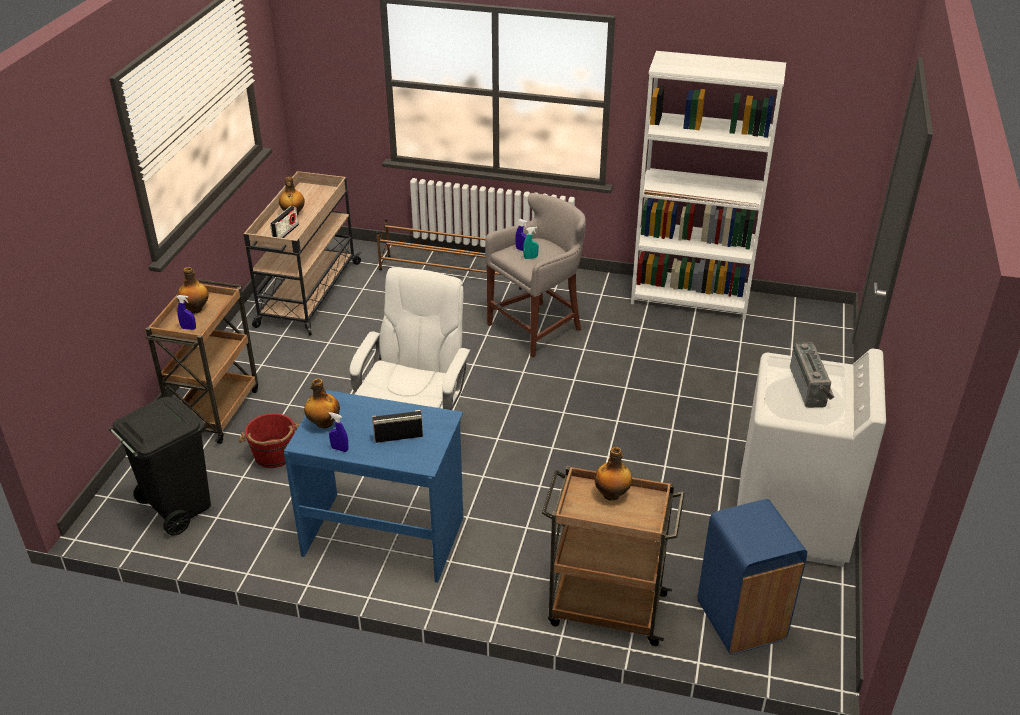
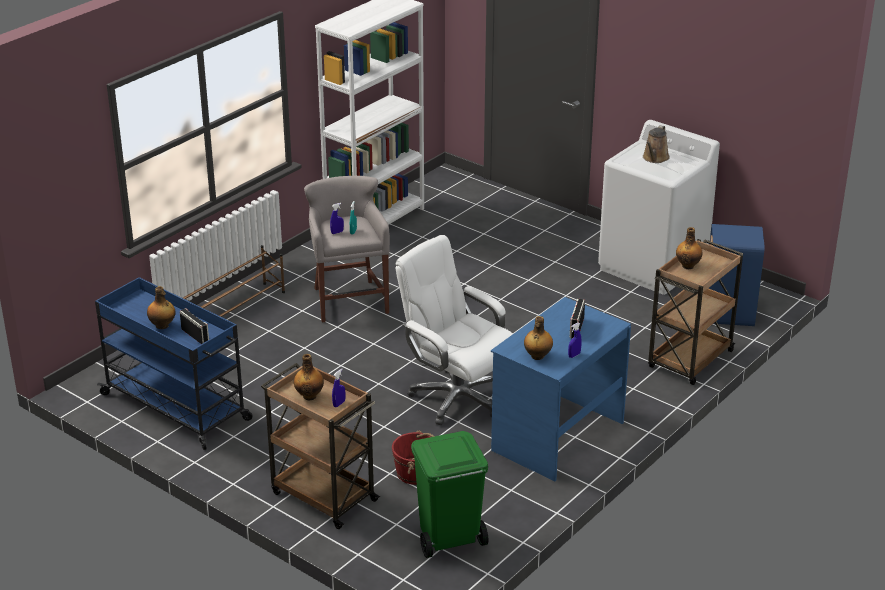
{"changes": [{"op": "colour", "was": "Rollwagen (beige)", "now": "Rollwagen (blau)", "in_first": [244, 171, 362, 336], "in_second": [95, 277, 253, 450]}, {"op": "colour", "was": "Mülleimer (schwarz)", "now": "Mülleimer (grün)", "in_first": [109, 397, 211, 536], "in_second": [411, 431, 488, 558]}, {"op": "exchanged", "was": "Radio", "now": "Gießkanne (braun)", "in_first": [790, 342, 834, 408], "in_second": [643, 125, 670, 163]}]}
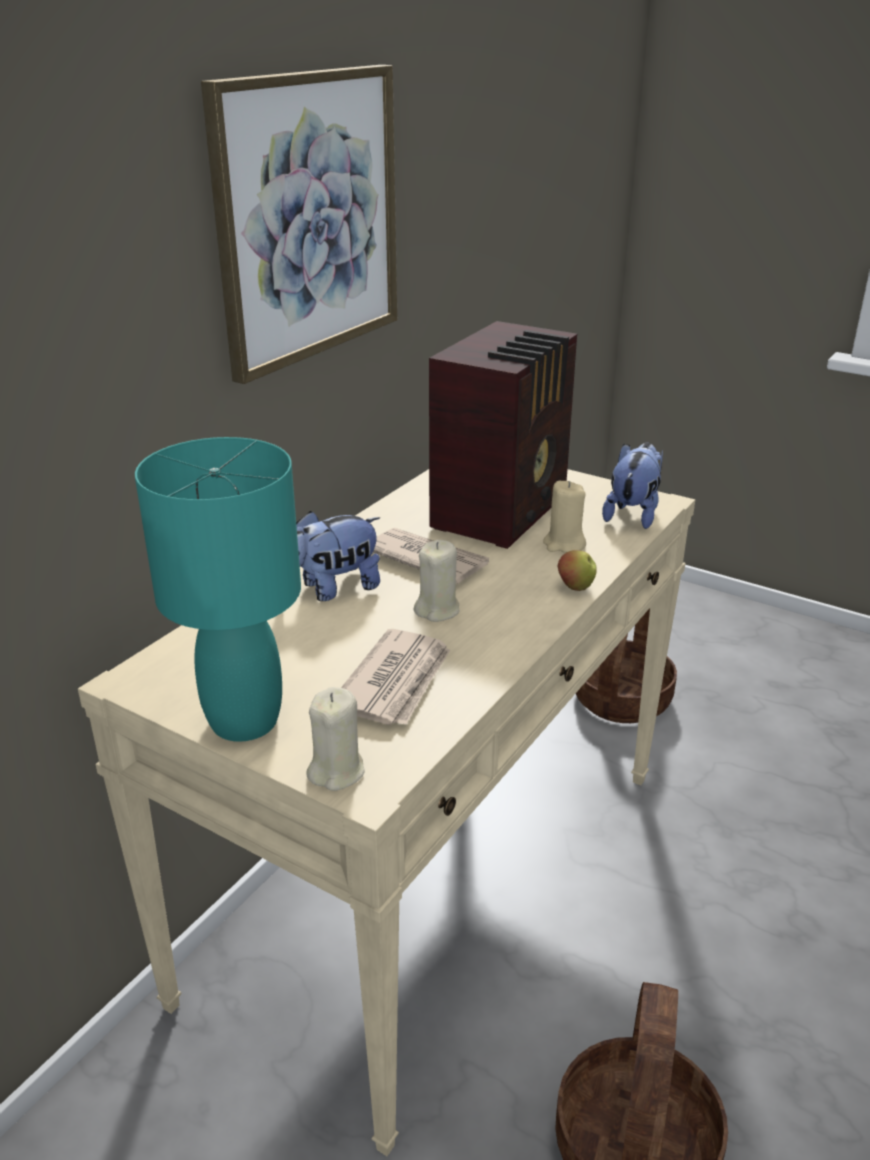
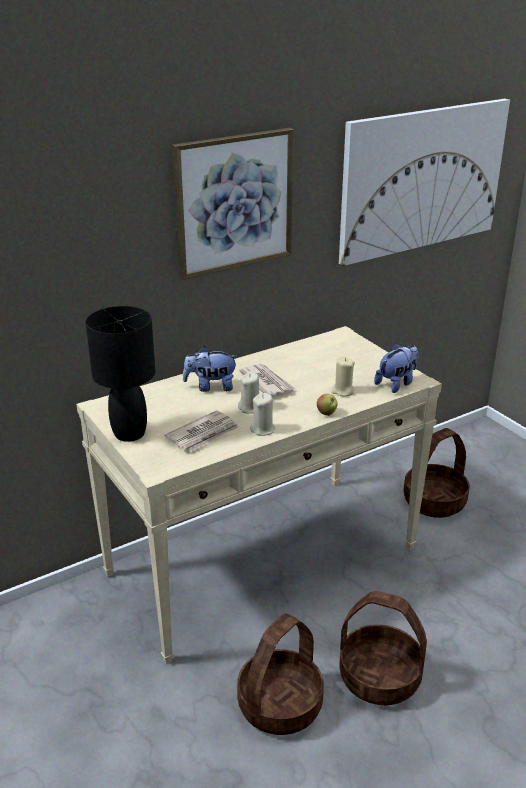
{"changes": [{"op": "colour", "was": "Tischlampe (türkis)", "now": "Tischlampe (schwarz)", "in_first": [135, 437, 301, 742], "in_second": [85, 306, 156, 442]}, {"op": "relocated", "was": "Kerze (beige)", "in_first": [306, 687, 365, 791], "in_second": [250, 393, 276, 436]}, {"op": "appeared", "now": "Bild", "in_second": [339, 99, 510, 266]}, {"op": "appeared", "now": "Korb", "in_second": [340, 591, 427, 705]}, {"op": "missing", "was": "Radio", "in_first": [429, 321, 577, 549]}]}
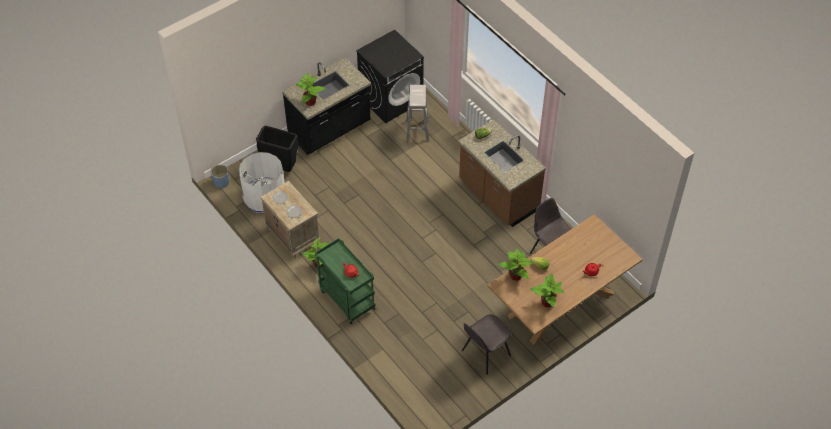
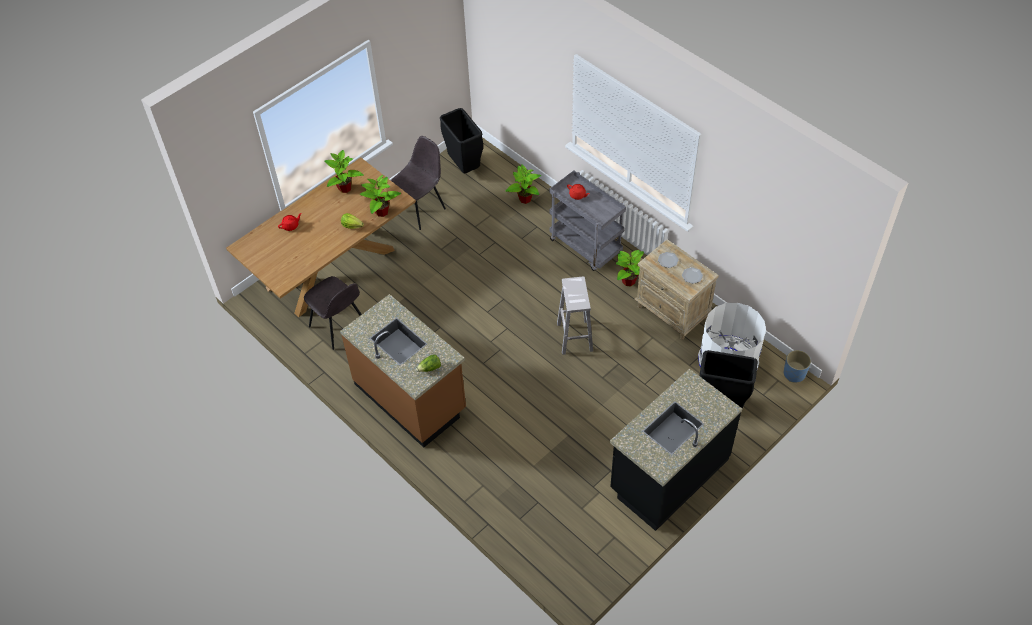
{"changes": [{"op": "appeared", "now": "Mülleimer (schwarz)", "in_second": [440, 108, 483, 173]}, {"op": "relocated", "was": "Topfpflanze", "in_first": [295, 73, 326, 106], "in_second": [506, 164, 541, 204]}, {"op": "colour", "was": "Rollwagen (grün)", "now": "Rollwagen (grau)", "in_first": [315, 238, 375, 324], "in_second": [549, 171, 626, 271]}, {"op": "relocated", "was": "Hocker (weiß)", "in_first": [406, 85, 429, 141], "in_second": [557, 276, 593, 355]}, {"op": "missing", "was": "Waschmaschine (schwarz)", "in_first": [356, 30, 424, 123]}]}
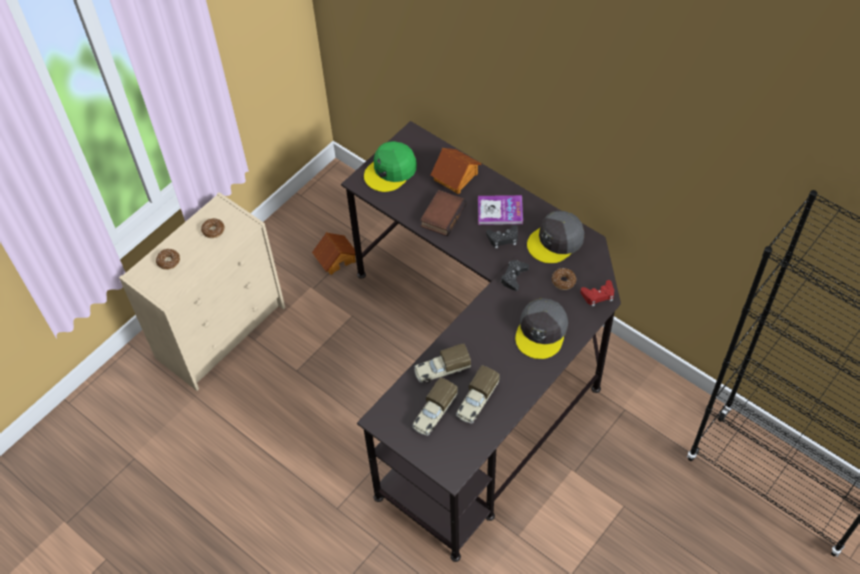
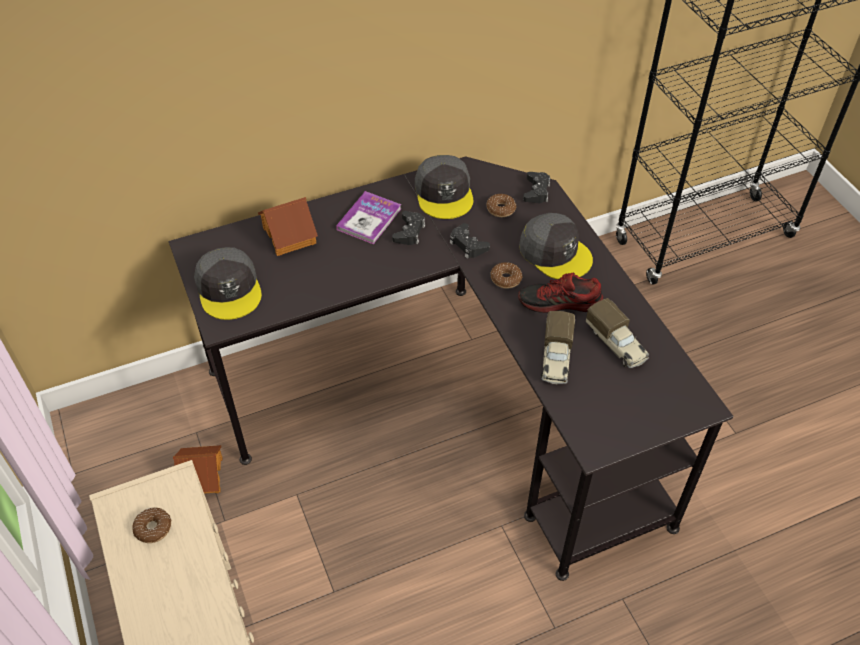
{"changes": [{"op": "colour", "was": "Kappe (grün)", "now": "Kappe (grau)", "in_first": [364, 141, 417, 192], "in_second": [194, 247, 262, 320]}, {"op": "relocated", "was": "Donut", "in_first": [156, 249, 180, 270], "in_second": [490, 262, 523, 289]}, {"op": "appeared", "now": "Schuh", "in_second": [518, 273, 603, 313]}, {"op": "colour", "was": "Gamepad (rot)", "now": "Gamepad (schwarz)", "in_first": [580, 280, 614, 307], "in_second": [523, 172, 550, 203]}, {"op": "missing", "was": "Spielzeuglaster", "in_first": [412, 377, 458, 436]}, {"op": "missing", "was": "Buch", "in_first": [420, 190, 467, 236]}]}
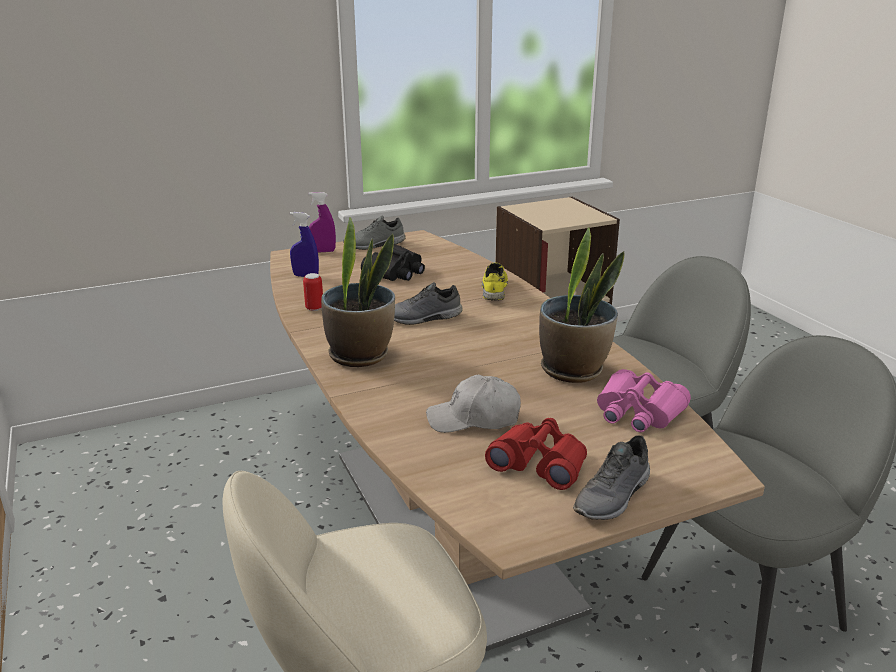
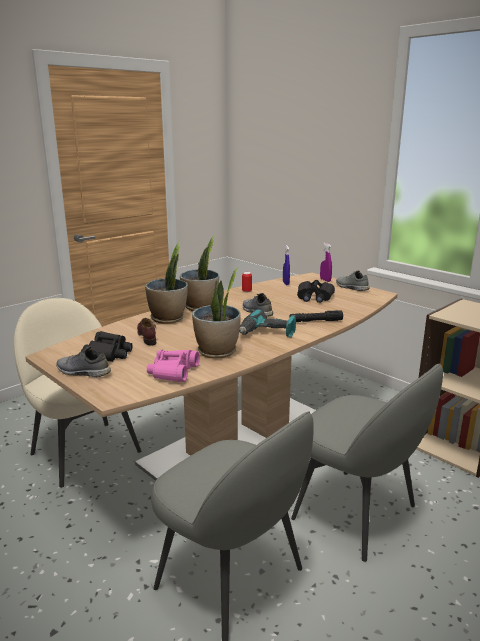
{"changes": [{"op": "colour", "was": "Fernglas (rot)", "now": "Fernglas (schwarz)", "in_first": [485, 418, 587, 490], "in_second": [82, 331, 133, 362]}, {"op": "exchanged", "was": "Kappe (weiß)", "now": "Schuh (braun)", "in_first": [426, 375, 521, 433], "in_second": [137, 318, 156, 346]}, {"op": "appeared", "now": "Topfpflanze", "in_second": [145, 242, 188, 324]}, {"op": "appeared", "now": "Bohrmaschine", "in_second": [239, 309, 296, 337]}, {"op": "exchanged", "was": "Schuh (gelb)", "now": "Taschenlampe (schwarz)", "in_first": [482, 263, 508, 301], "in_second": [289, 310, 343, 322]}]}
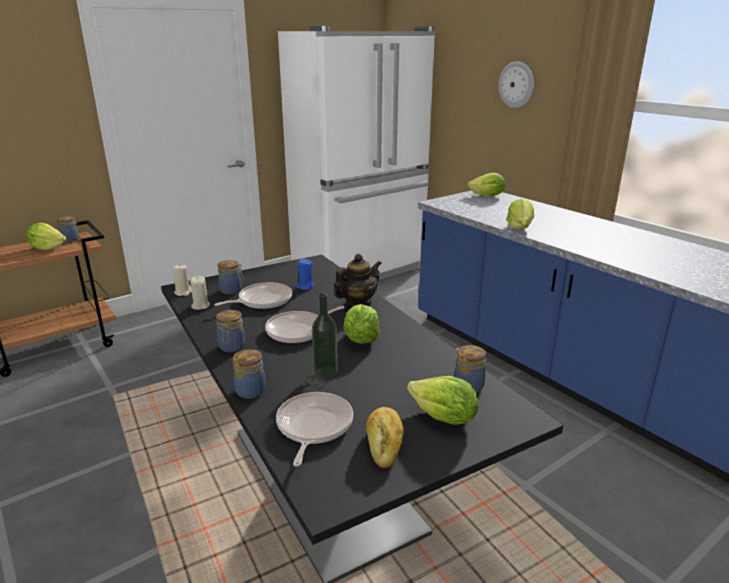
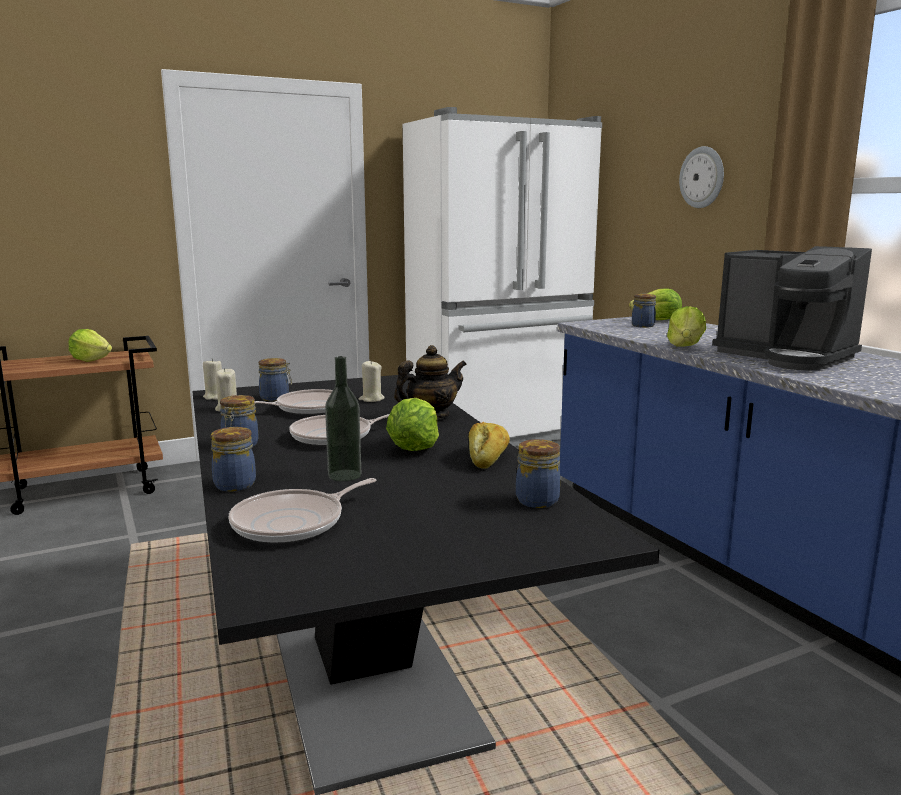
{"changes": [{"op": "spun", "was": "Pfanne", "in_first": [276, 392, 353, 467], "in_second": [229, 478, 377, 544], "clockwise": -150}, {"op": "colour", "was": "Kerze (blau)", "now": "Kerze (beige)", "in_first": [296, 259, 315, 290], "in_second": [359, 360, 385, 402]}, {"op": "relocated", "was": "Brot", "in_first": [366, 407, 404, 468], "in_second": [469, 422, 510, 468]}, {"op": "relocated", "was": "Vorratsglas", "in_first": [57, 216, 79, 242], "in_second": [632, 294, 656, 328]}, {"op": "appeared", "now": "Kaffeemaschine", "in_second": [712, 246, 872, 370]}, {"op": "missing", "was": "Salatkopf", "in_first": [407, 376, 478, 425]}]}
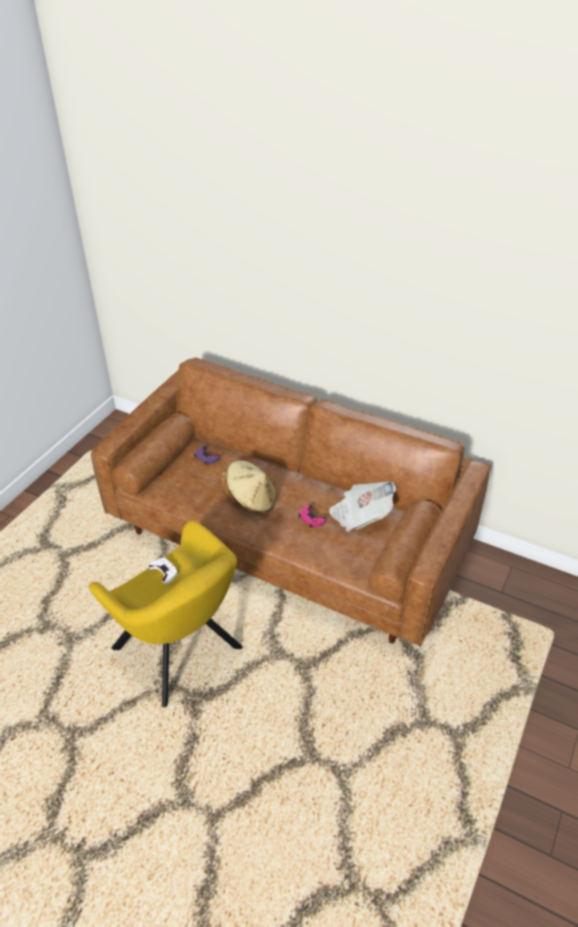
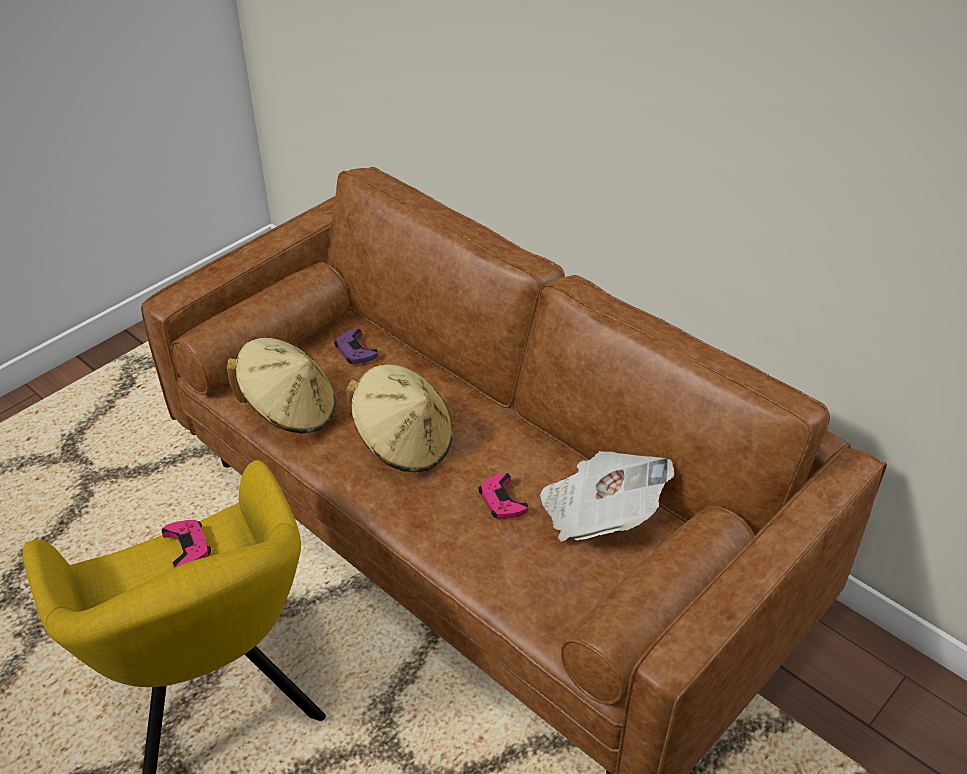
{"changes": [{"op": "colour", "was": "Gamepad (weiß)", "now": "Gamepad (rosa)", "in_first": [149, 558, 179, 584], "in_second": [162, 520, 211, 568]}, {"op": "appeared", "now": "Hut (beige)", "in_second": [227, 338, 336, 434]}]}
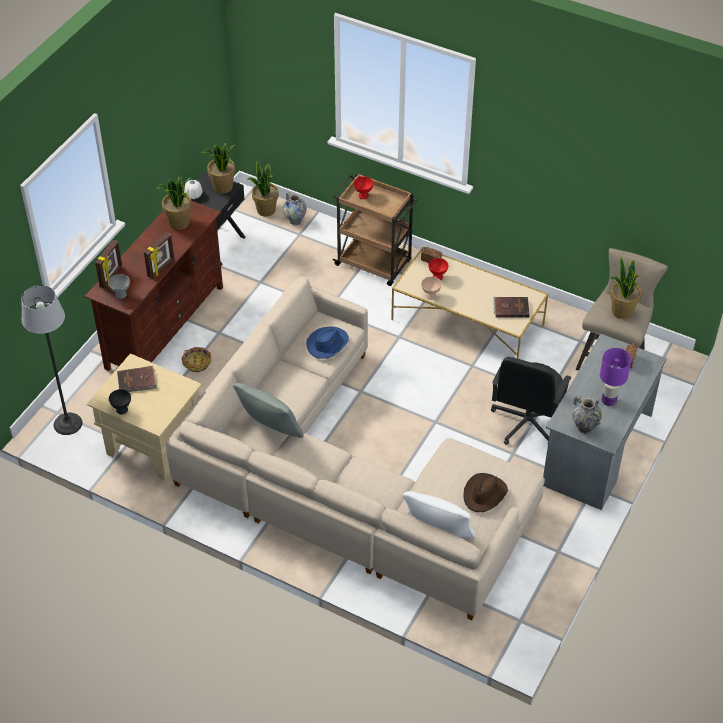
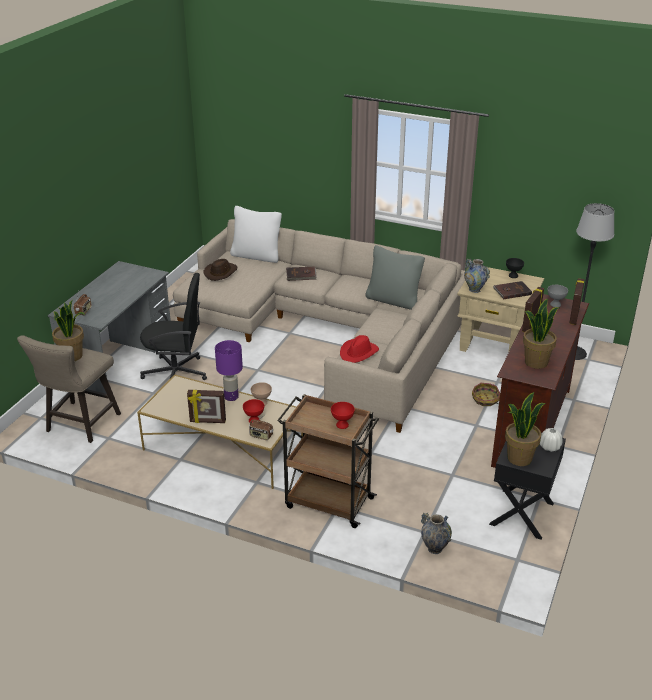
{"changes": [{"op": "spun", "was": "Bürostuhl (schwarz)", "in_first": [491, 357, 572, 445], "in_second": [140, 273, 207, 380], "clockwise": 75}, {"op": "appeared", "now": "Bilderrahmen", "in_second": [187, 390, 226, 423]}, {"op": "relocated", "was": "Tischlampe (lila)", "in_first": [600, 348, 631, 406], "in_second": [215, 340, 243, 401]}, {"op": "relocated", "was": "Buch (braun)", "in_first": [493, 297, 530, 318], "in_second": [286, 267, 317, 281]}, {"op": "colour", "was": "Hut (blau)", "now": "Hut (rot)", "in_first": [306, 327, 349, 359], "in_second": [340, 335, 379, 363]}, {"op": "relocated", "was": "Vase", "in_first": [572, 396, 602, 434], "in_second": [464, 259, 490, 293]}, {"op": "missing", "was": "Topfpflanze", "in_first": [247, 161, 279, 217]}]}
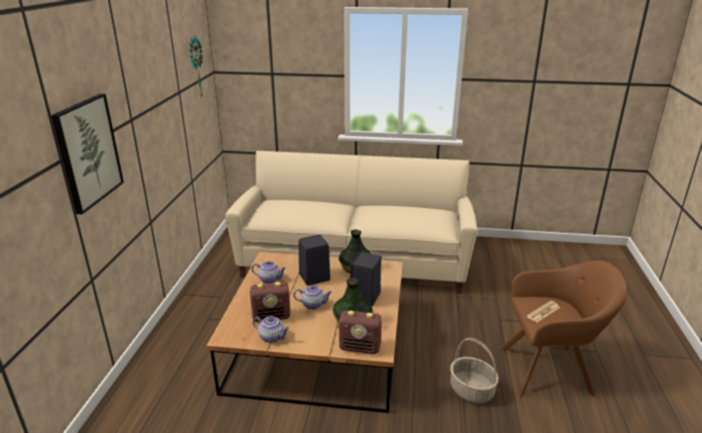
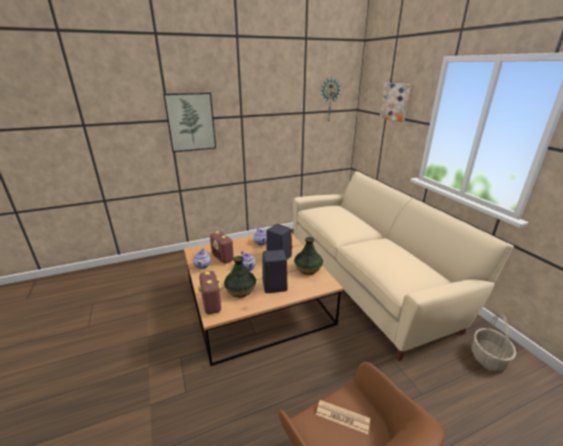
{"changes": [{"op": "appeared", "now": "Bild", "in_second": [380, 83, 411, 122]}, {"op": "relocated", "was": "Korb", "in_first": [450, 338, 499, 403], "in_second": [471, 313, 516, 371]}]}
